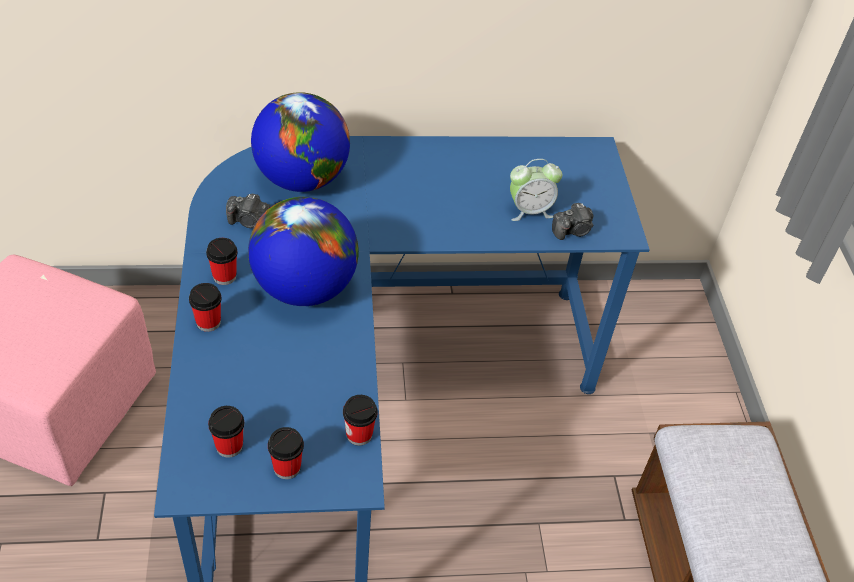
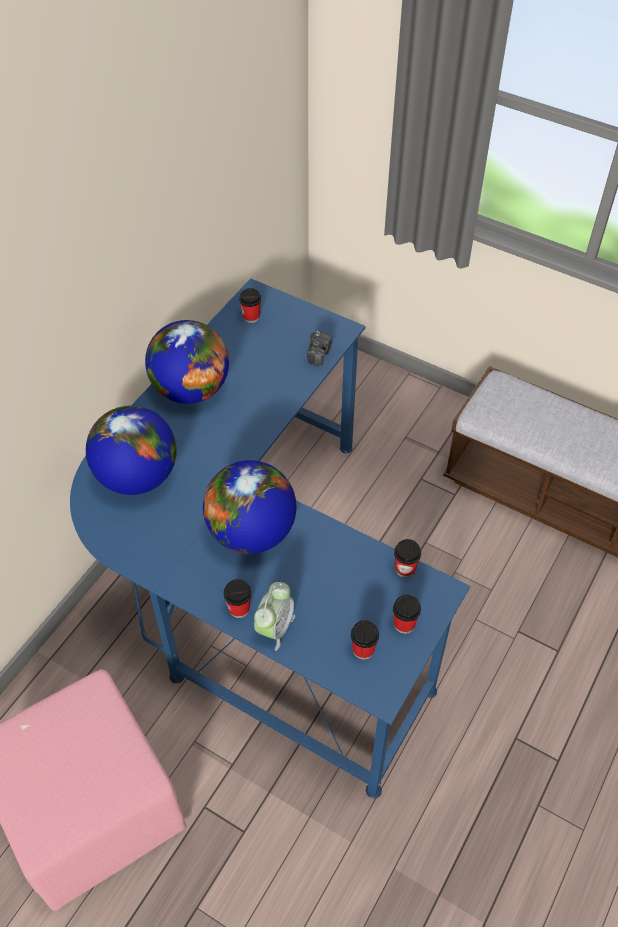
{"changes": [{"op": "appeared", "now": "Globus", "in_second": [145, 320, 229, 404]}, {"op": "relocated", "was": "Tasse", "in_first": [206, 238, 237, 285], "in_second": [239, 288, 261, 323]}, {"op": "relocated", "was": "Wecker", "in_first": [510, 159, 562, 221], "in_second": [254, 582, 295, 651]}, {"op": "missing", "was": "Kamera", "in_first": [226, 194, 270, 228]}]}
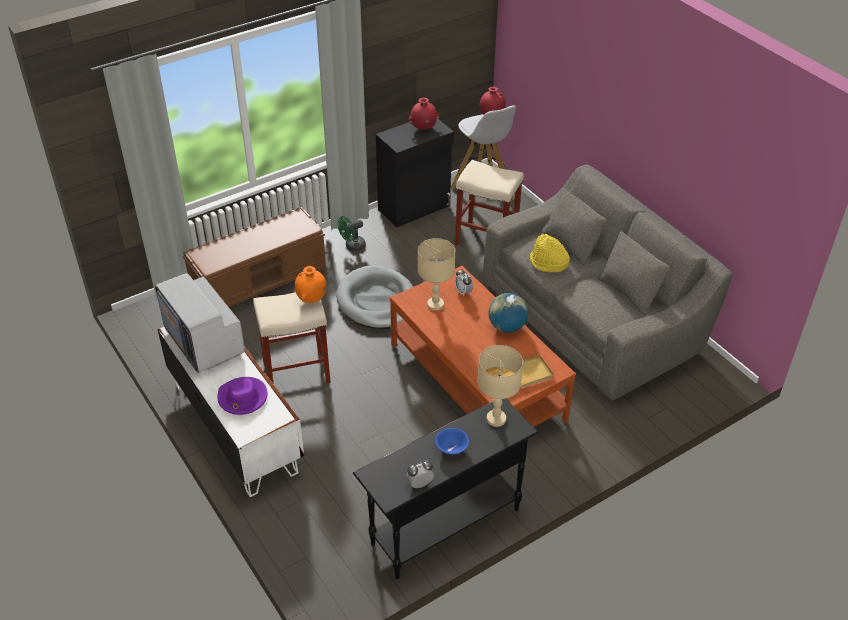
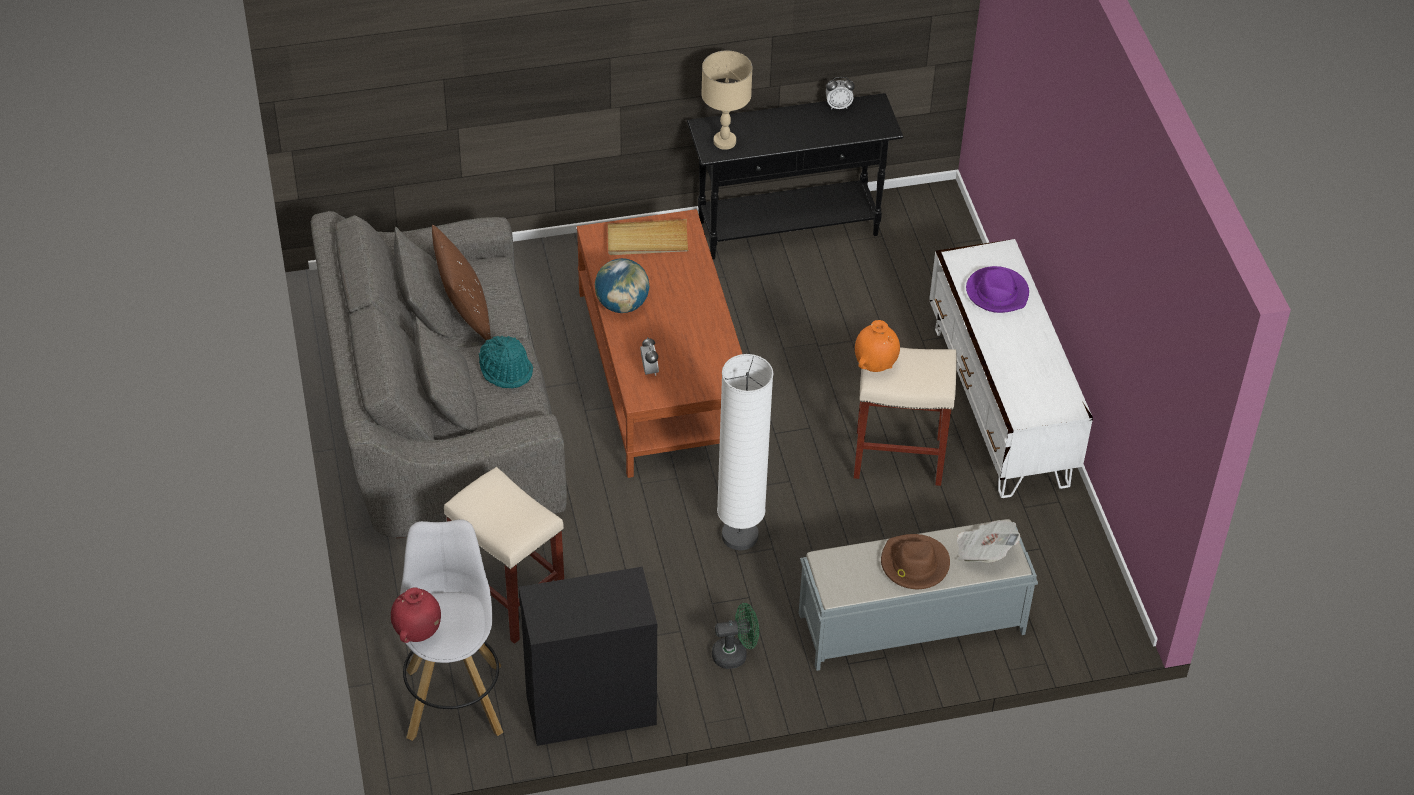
{"changes": [{"op": "appeared", "now": "Kissen (braun)", "in_second": [432, 225, 491, 341]}, {"op": "colour", "was": "Hut (gelb)", "now": "Hut (türkis)", "in_first": [530, 234, 570, 272], "in_second": [479, 336, 533, 389]}, {"op": "exchanged", "was": "Hundebett (grau)", "now": "Stehlampe (weiß)", "in_first": [336, 265, 414, 329], "in_second": [717, 354, 773, 550]}, {"op": "colour", "was": "Bank (braun)", "now": "Bank (grau)", "in_first": [183, 207, 326, 307], "in_second": [799, 519, 1038, 671]}, {"op": "appeared", "now": "Hut (braun)", "in_second": [881, 534, 950, 589]}, {"op": "appeared", "now": "Zeitung", "in_second": [957, 520, 1020, 563]}, {"op": "missing", "was": "Fernseher", "in_first": [155, 273, 245, 373]}, {"op": "missing", "was": "Vase (rot)", "in_first": [408, 98, 439, 129]}, {"op": "missing", "was": "Tischlampe (beige)", "in_first": [418, 238, 455, 311]}, {"op": "missing", "was": "Schüssel (blau)", "in_first": [436, 428, 469, 455]}]}
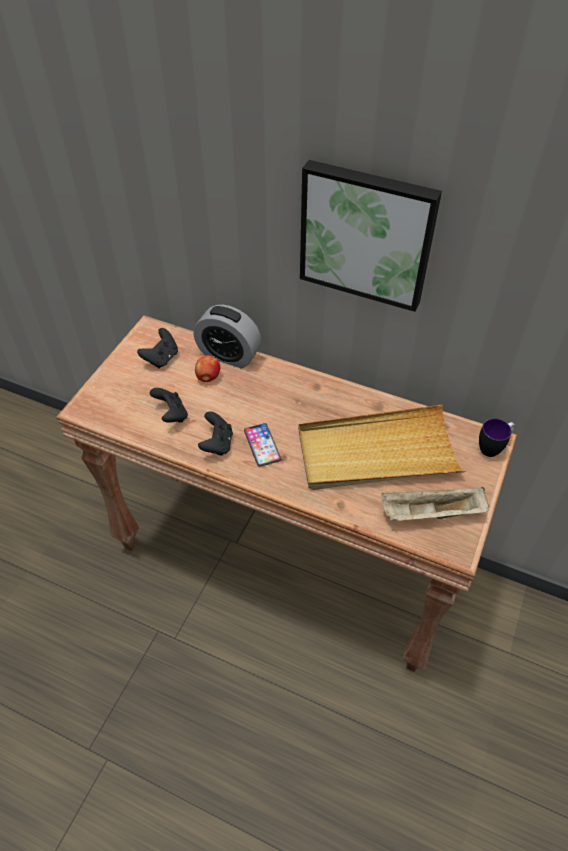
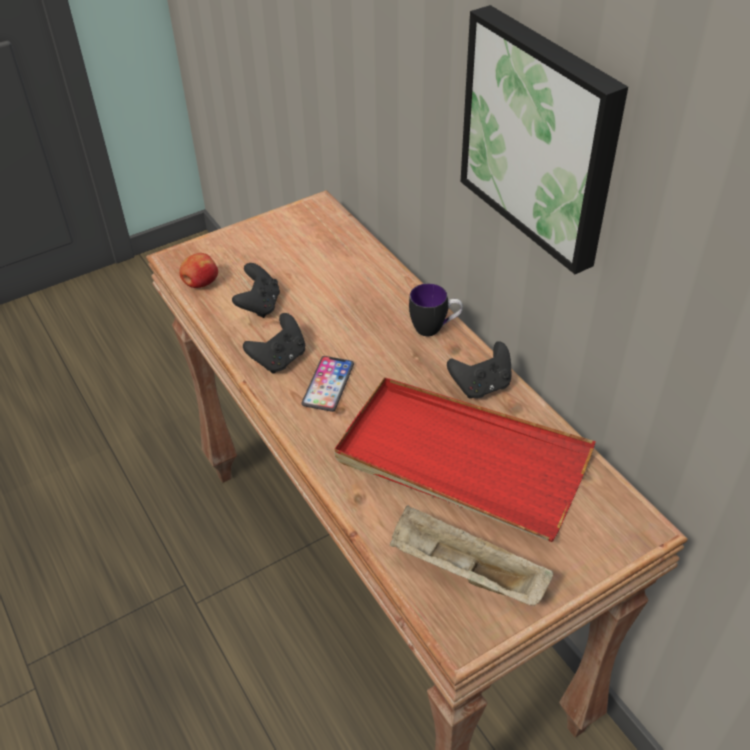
{"changes": [{"op": "relocated", "was": "Apfel", "in_first": [195, 355, 220, 382], "in_second": [179, 253, 218, 288]}, {"op": "colour", "was": "Tablett (beige)", "now": "Tablett (rot)", "in_first": [298, 405, 466, 490], "in_second": [334, 377, 596, 542]}, {"op": "relocated", "was": "Henkelbecher", "in_first": [479, 419, 515, 457], "in_second": [409, 283, 463, 336]}, {"op": "relocated", "was": "Gamepad (schwarz)", "in_first": [137, 328, 178, 368], "in_second": [447, 341, 511, 399]}, {"op": "missing", "was": "Wecker", "in_first": [194, 305, 261, 368]}]}
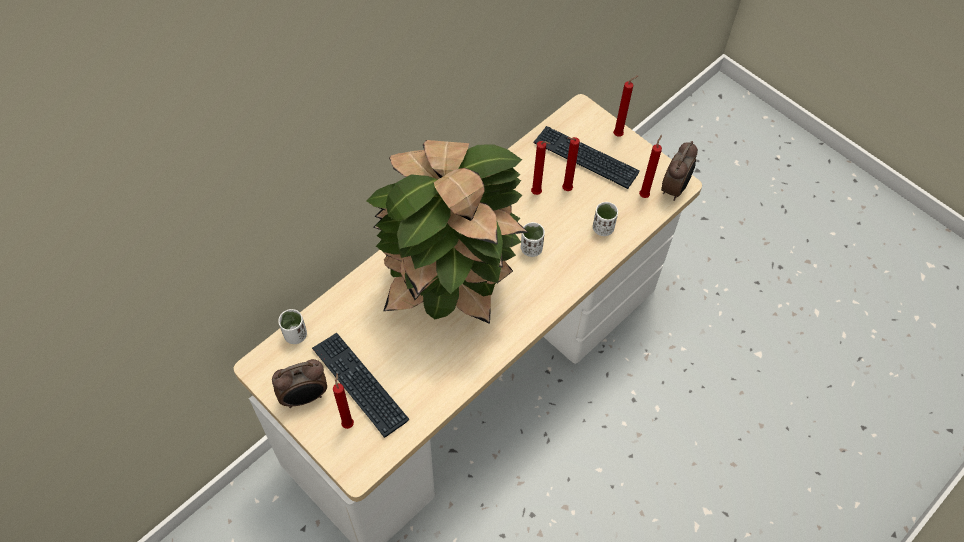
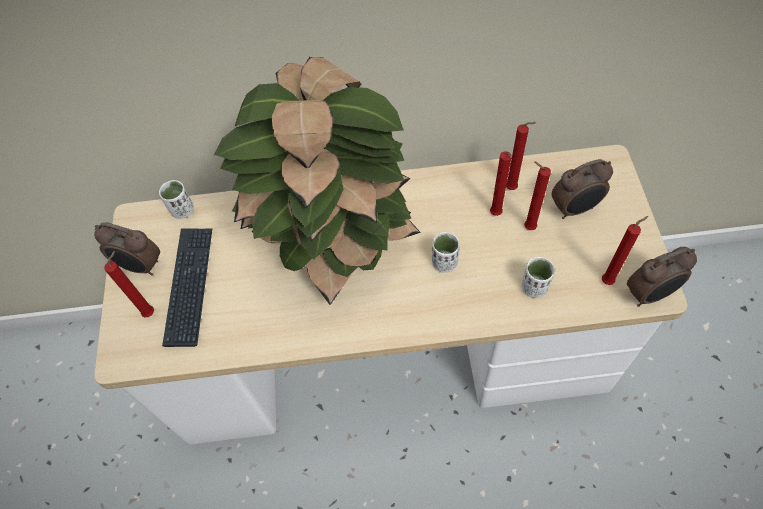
{"changes": [{"op": "relocated", "was": "Kerze (rot)", "in_first": [613, 76, 638, 137], "in_second": [506, 122, 537, 190]}, {"op": "exchanged", "was": "Tastatur", "now": "Wecker", "in_first": [534, 126, 640, 189], "in_second": [551, 159, 613, 219]}]}
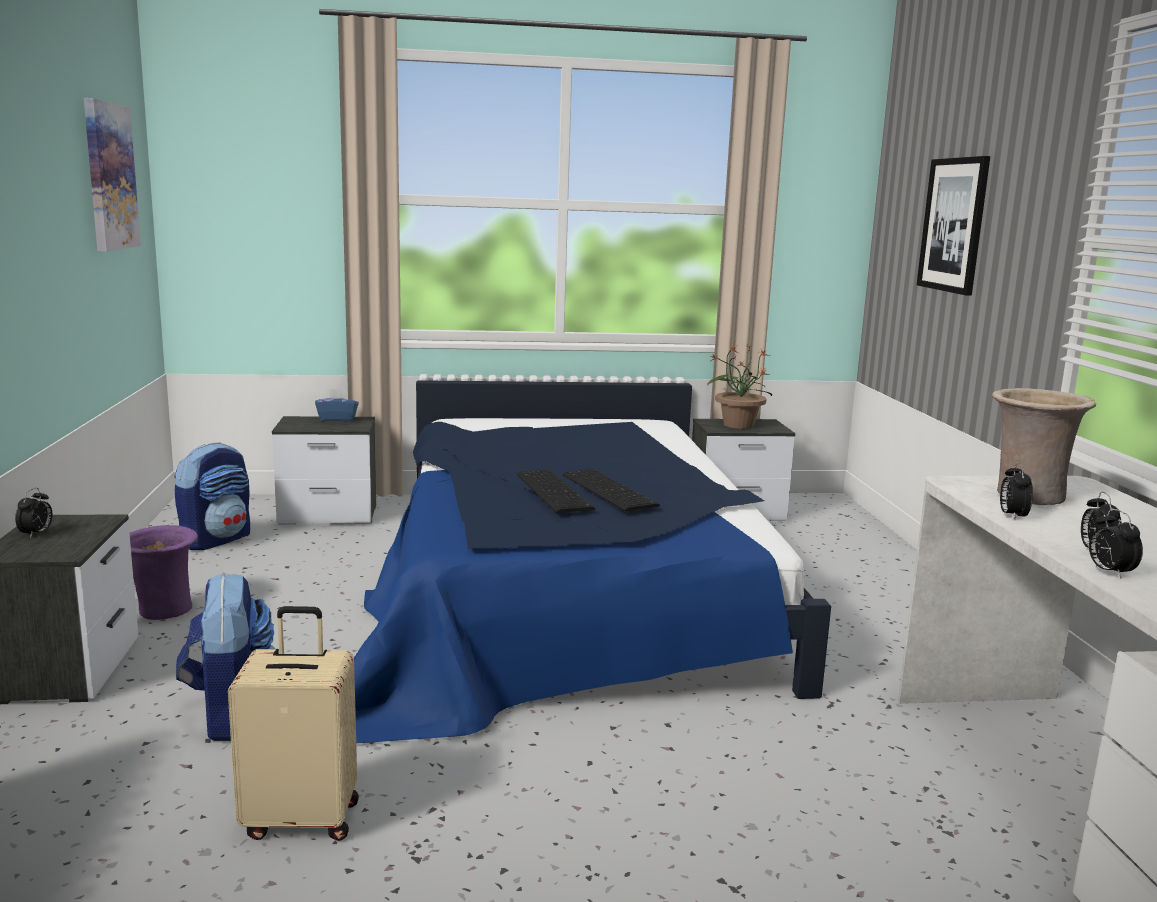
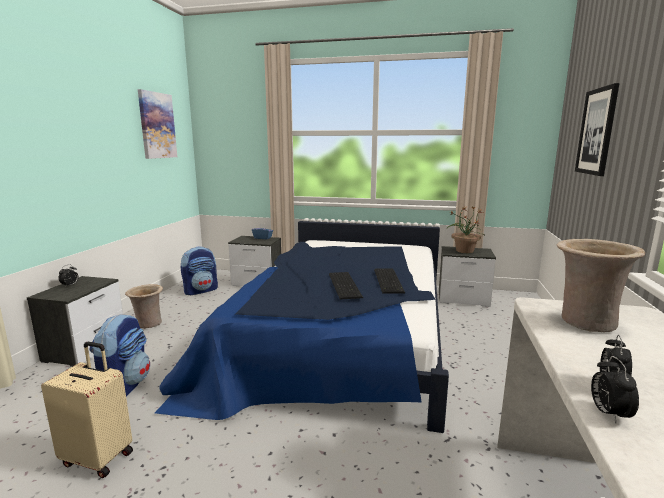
{"changes": [{"op": "colour", "was": "Vase (lila)", "now": "Vase (beige)", "in_first": [129, 525, 198, 620], "in_second": [125, 284, 163, 328]}, {"op": "relocated", "was": "Tastatur", "in_first": [517, 470, 595, 513], "in_second": [374, 269, 405, 294]}, {"op": "missing", "was": "Wecker", "in_first": [1000, 462, 1033, 521]}]}
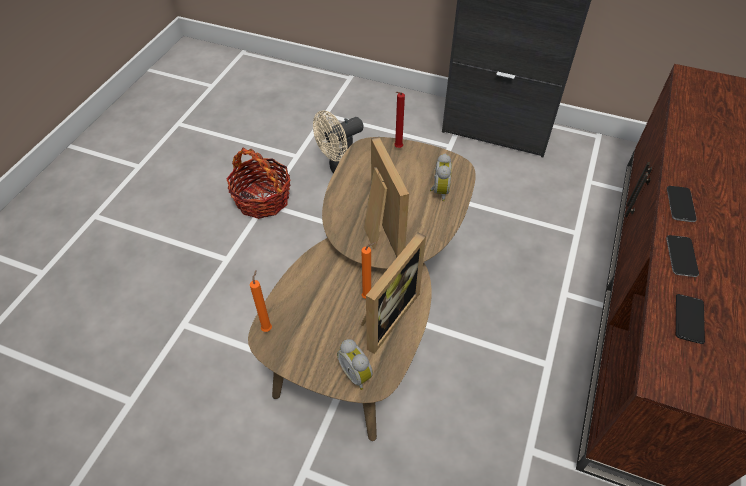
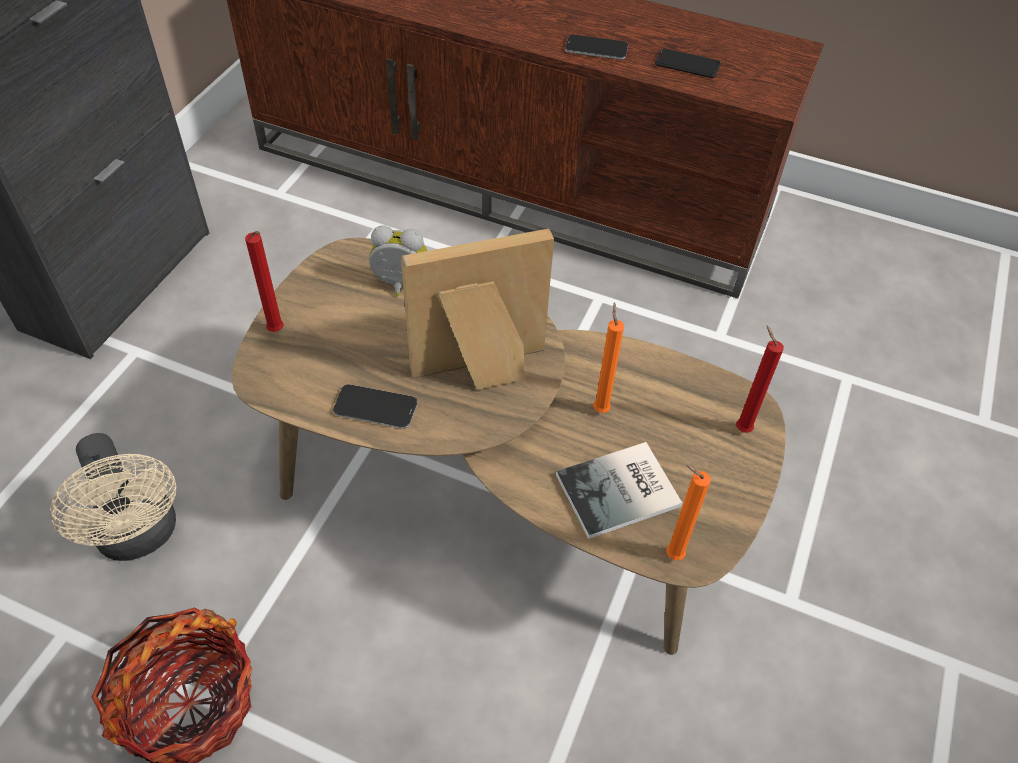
{"changes": [{"op": "relocated", "was": "Handy", "in_first": [667, 186, 697, 222], "in_second": [333, 384, 418, 428]}, {"op": "appeared", "now": "Buch", "in_second": [556, 442, 682, 539]}, {"op": "exchanged", "was": "Wecker", "now": "Kerze (rot)", "in_first": [337, 339, 373, 390], "in_second": [736, 326, 784, 433]}, {"op": "missing", "was": "Bilderrahmen", "in_first": [361, 232, 426, 354]}]}
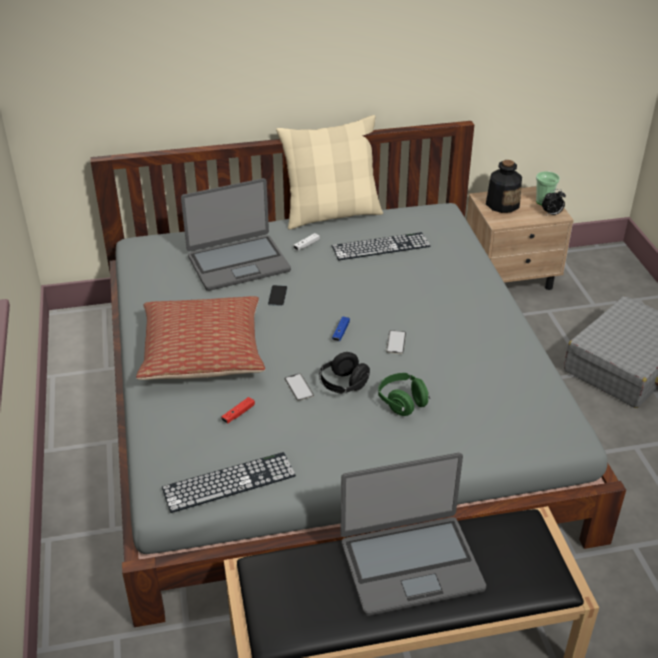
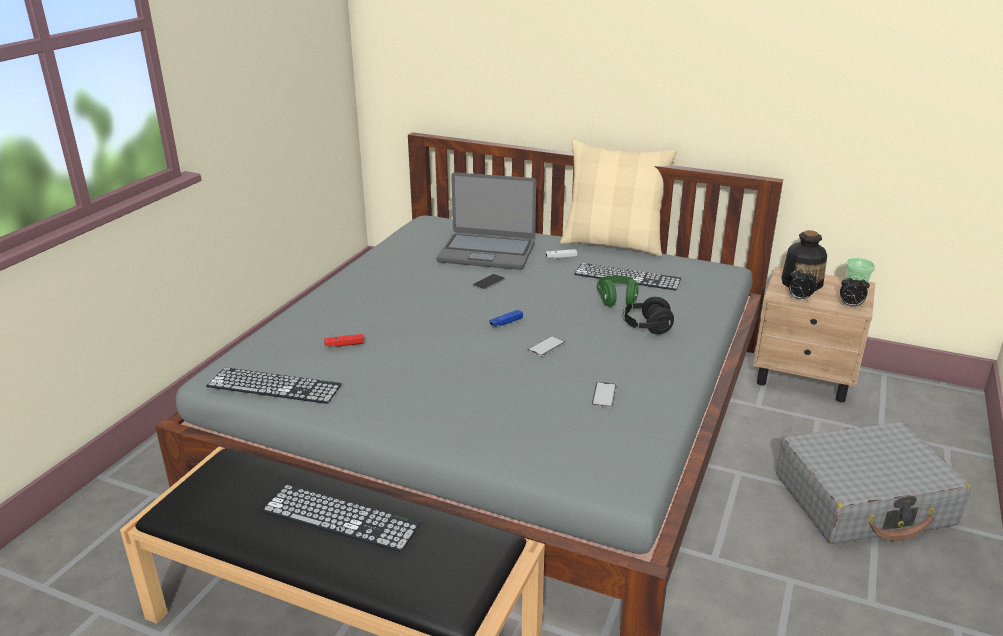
{"changes": [{"op": "exchanged", "was": "Laptop", "now": "Tastatur", "in_first": [341, 453, 486, 616], "in_second": [262, 485, 421, 552]}, {"op": "relocated", "was": "Handy", "in_first": [285, 373, 314, 401], "in_second": [592, 382, 617, 408]}, {"op": "relocated", "was": "Kopfhörer (grün)", "in_first": [378, 373, 430, 416], "in_second": [597, 275, 639, 307]}, {"op": "relocated", "was": "Kopfhörer (schwarz)", "in_first": [319, 352, 370, 394], "in_second": [622, 297, 674, 334]}, {"op": "appeared", "now": "Wecker", "in_second": [789, 268, 817, 301]}, {"op": "missing", "was": "Kissen", "in_first": [136, 296, 265, 380]}]}
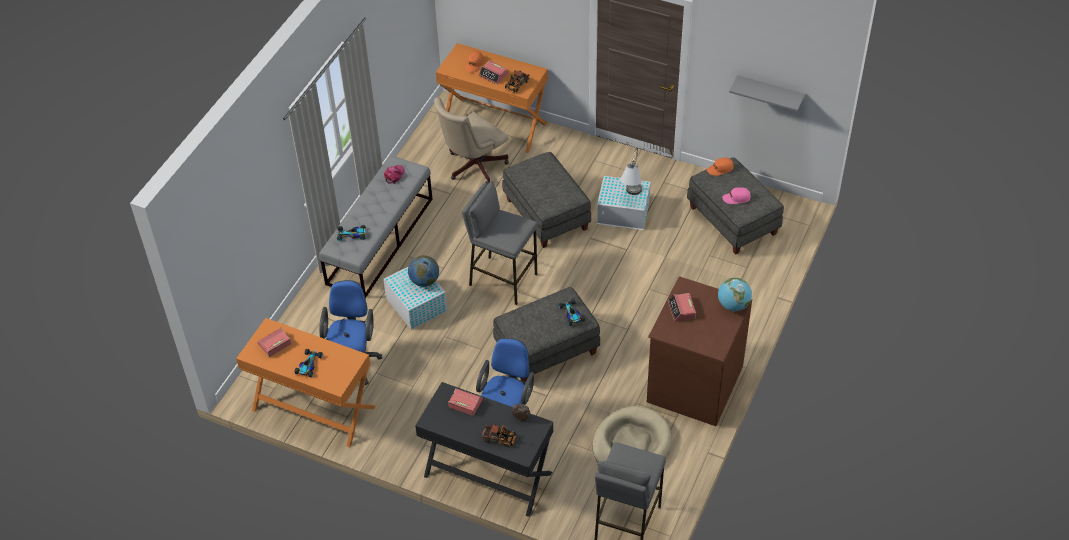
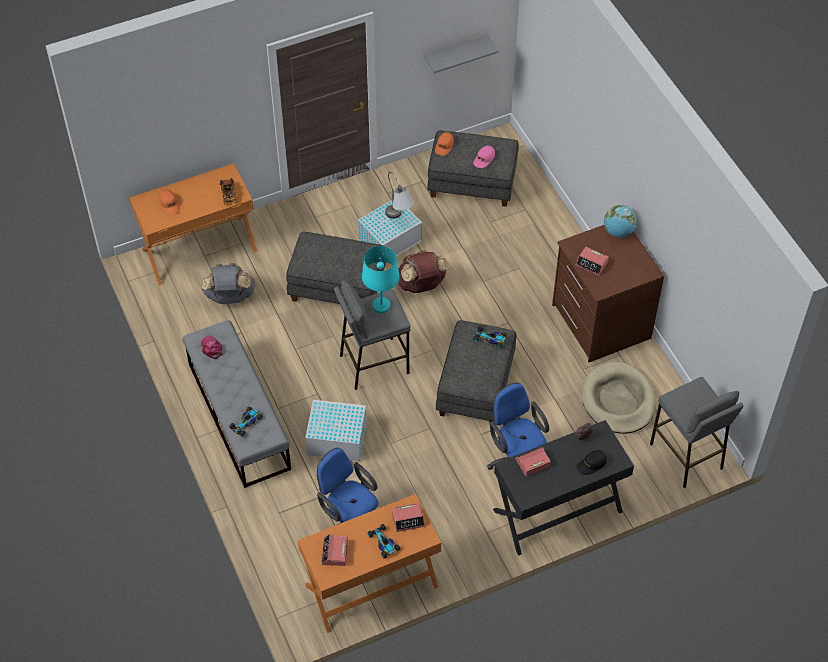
{"changes": [{"op": "exchanged", "was": "Bürostuhl (beige)", "now": "Rucksack (grau)", "in_first": [434, 97, 509, 185], "in_second": [202, 263, 255, 304]}, {"op": "appeared", "now": "Tischlampe (türkis)", "in_second": [362, 246, 400, 313]}, {"op": "relocated", "was": "Wecker", "in_first": [479, 61, 508, 84], "in_second": [392, 503, 425, 532]}, {"op": "appeared", "now": "Rucksack (braun)", "in_second": [397, 250, 449, 293]}, {"op": "exchanged", "was": "Spielzeuglaster", "now": "Kappe (schwarz)", "in_first": [482, 423, 519, 447], "in_second": [577, 450, 607, 475]}, {"op": "missing", "was": "Globus", "in_first": [408, 255, 439, 287]}]}
